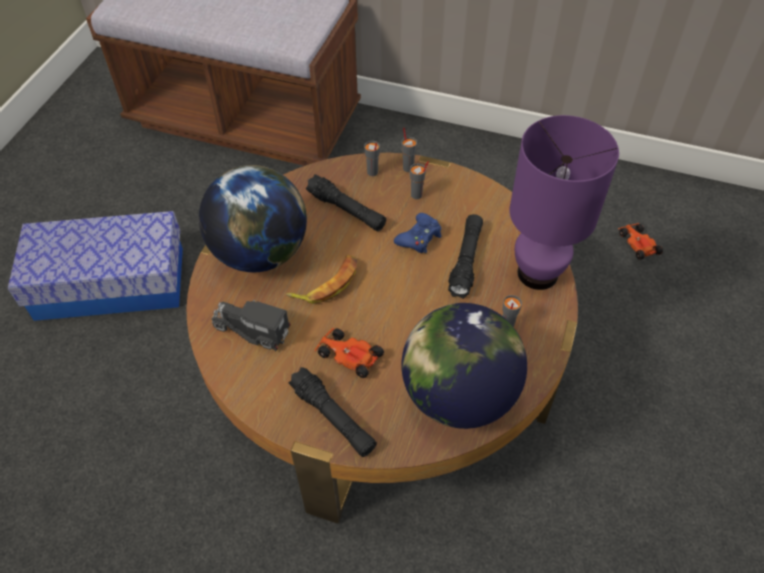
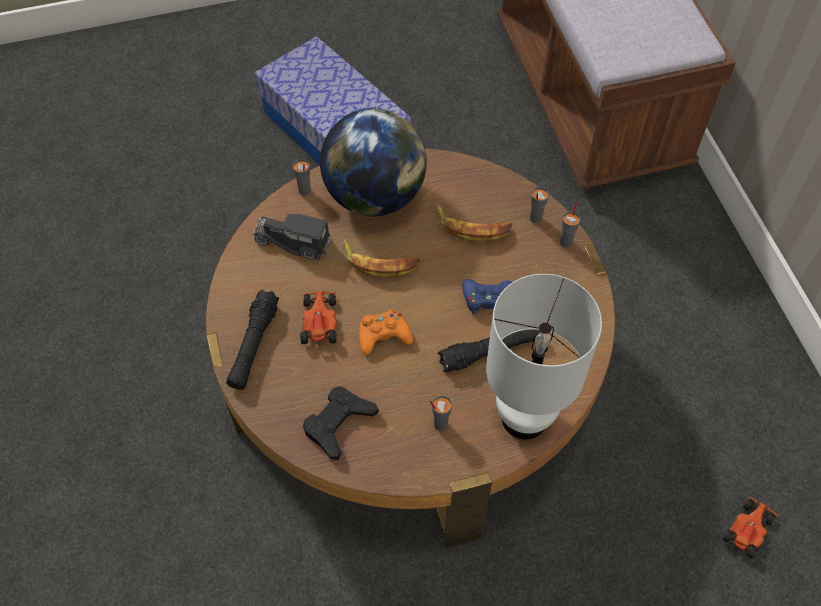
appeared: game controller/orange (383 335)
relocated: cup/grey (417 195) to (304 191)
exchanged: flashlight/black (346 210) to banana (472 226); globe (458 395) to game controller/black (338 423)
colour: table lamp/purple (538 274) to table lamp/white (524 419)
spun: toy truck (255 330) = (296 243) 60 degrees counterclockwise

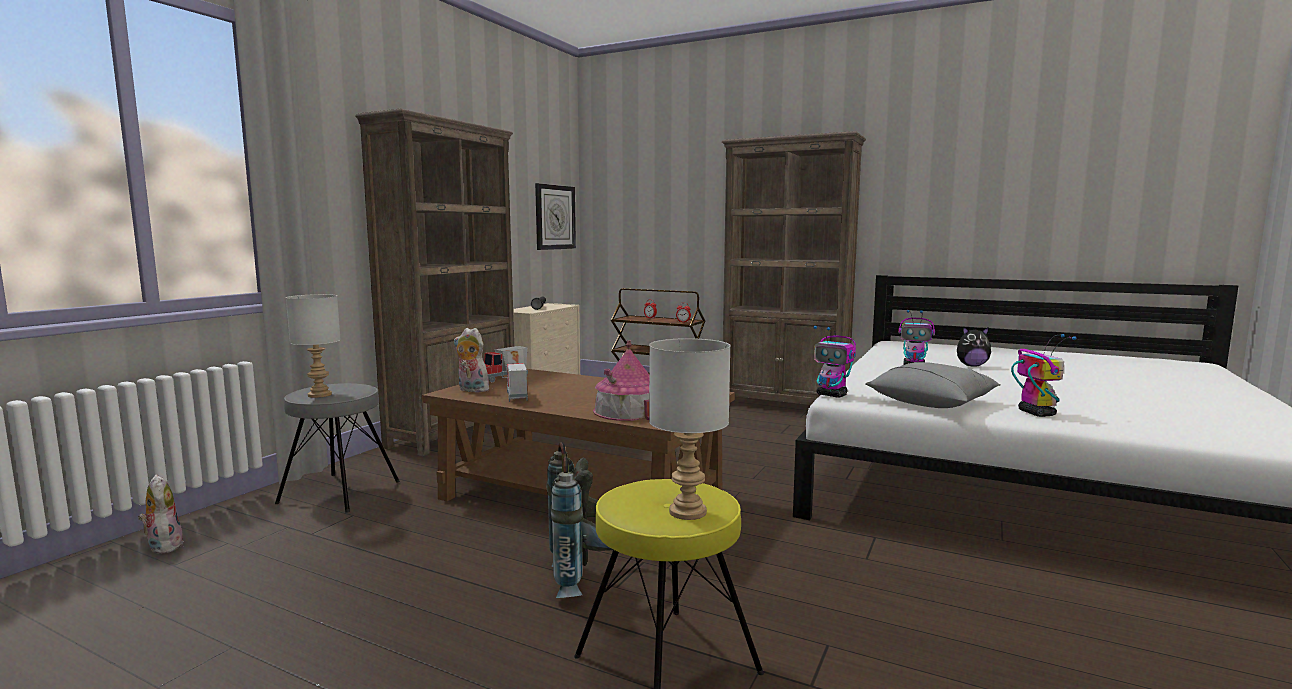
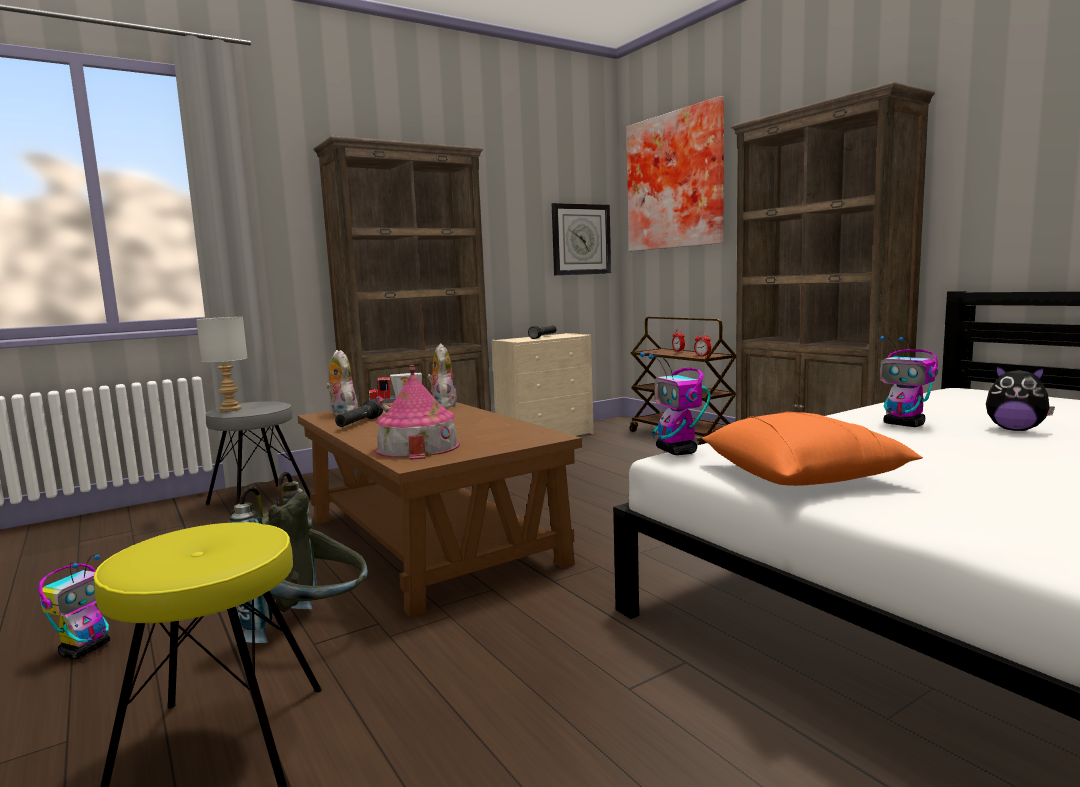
missing: table lamp/grey (687 512)
appeared: picture (677 181)
relocated: plush toy (163 546) to (443 405); toy robot (1036 413) to (86 649)
exchanged: toy truck (515 397) to flashlight/black (359 423)
colour: pillow/grey (932 402) to pillow/orange (803 475)

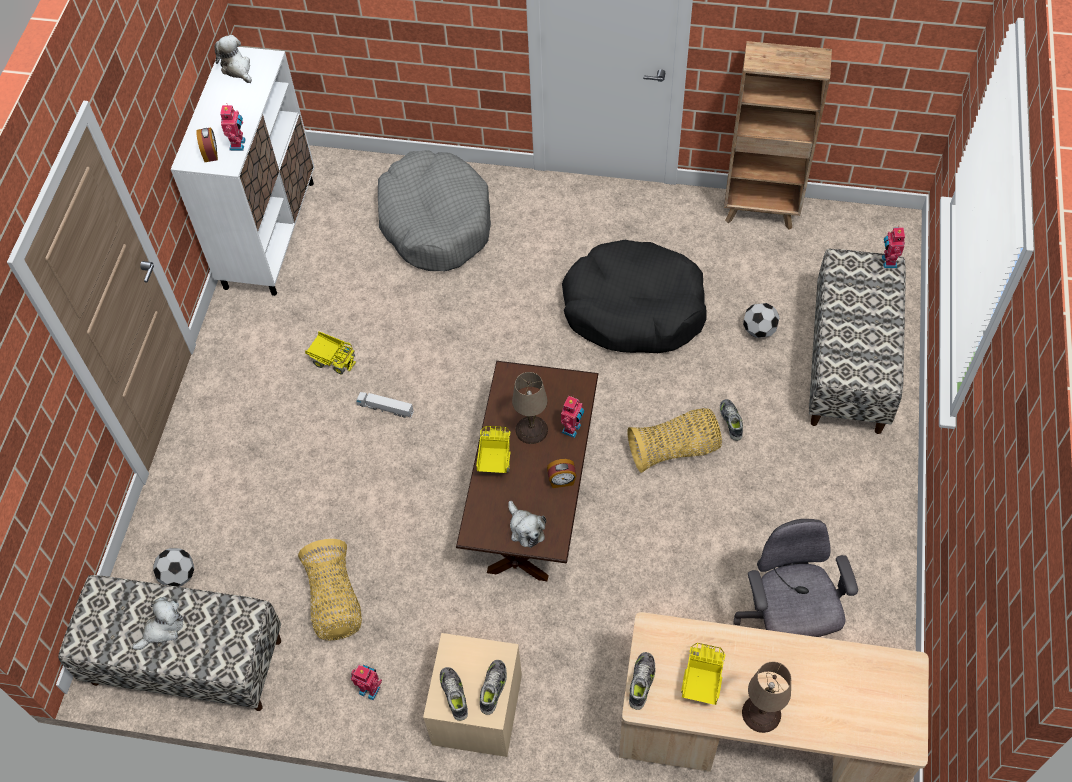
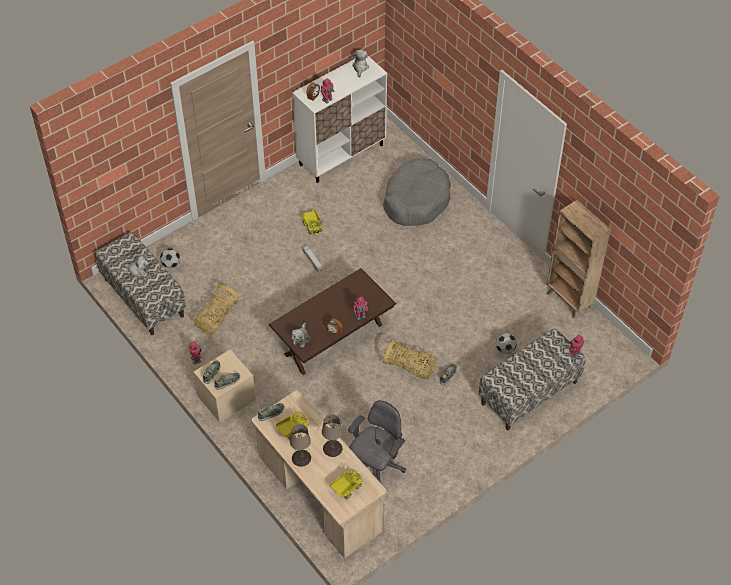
missing: dog bed/black (634 309)
relocated: toy truck (494 459) to (346 488); table lamp/beige (532 429) to (333 448)

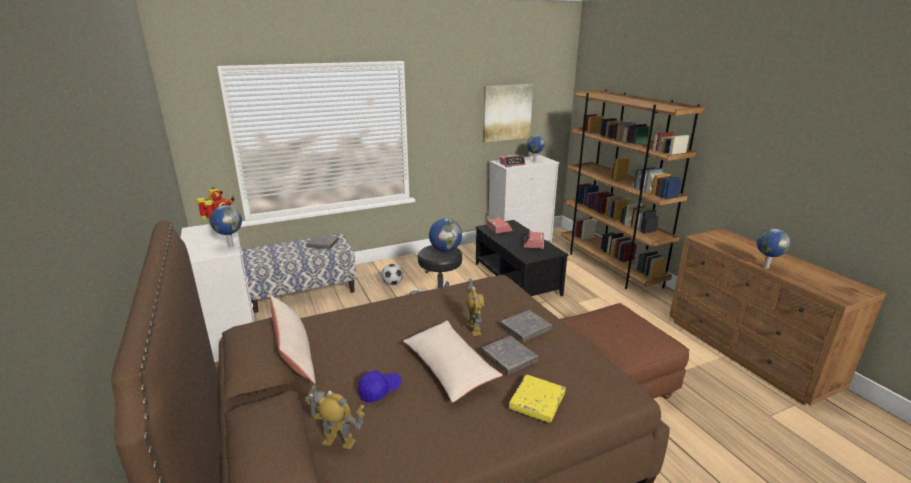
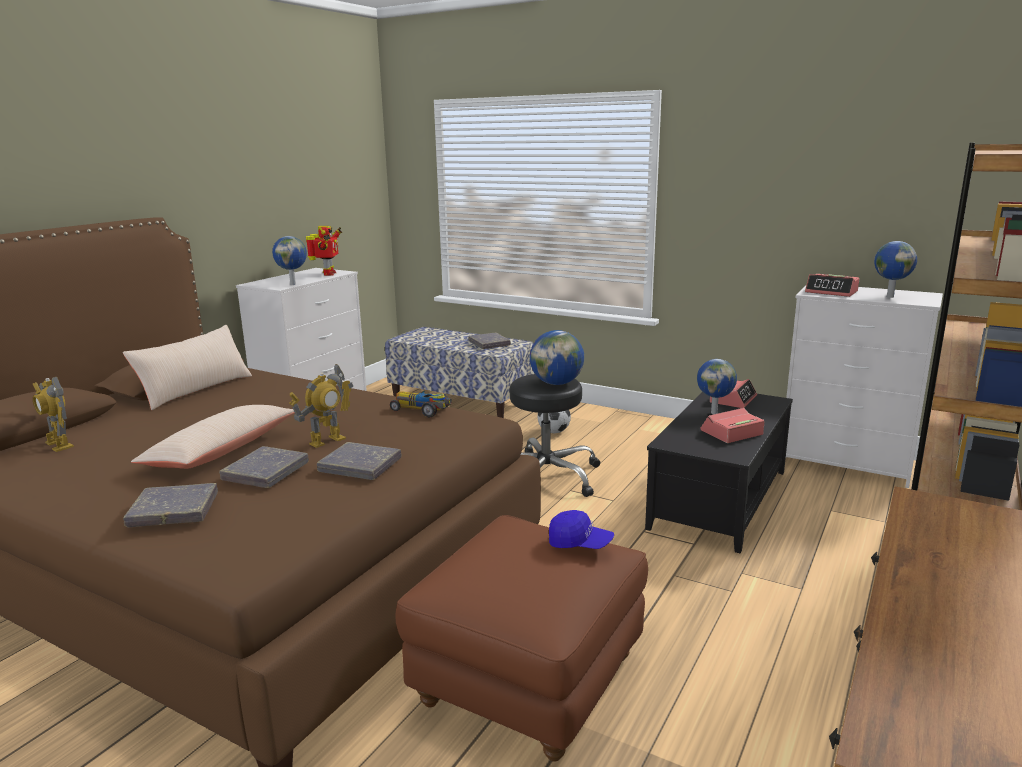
missing: picture (507 112)
appeared: toy car (422 410)
relocated: cap/blue (379 390) to (580 543); globe (765 267) to (714 413)
colour: book/yellow (537 401) to book/grey (174 510)
spun: toy robot (339 442) = (59 445) 150 degrees clockwise

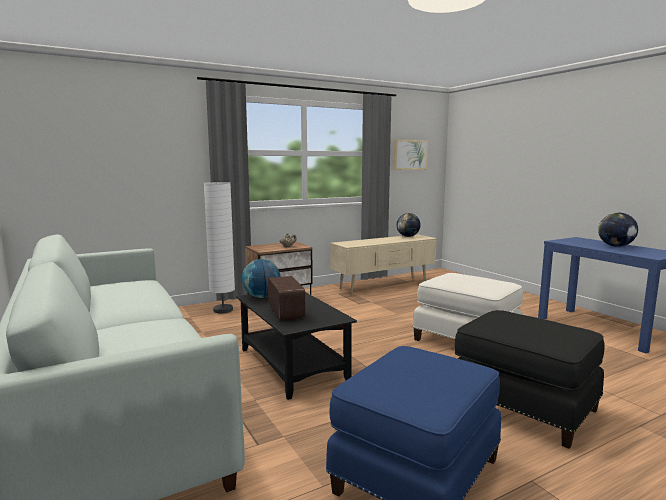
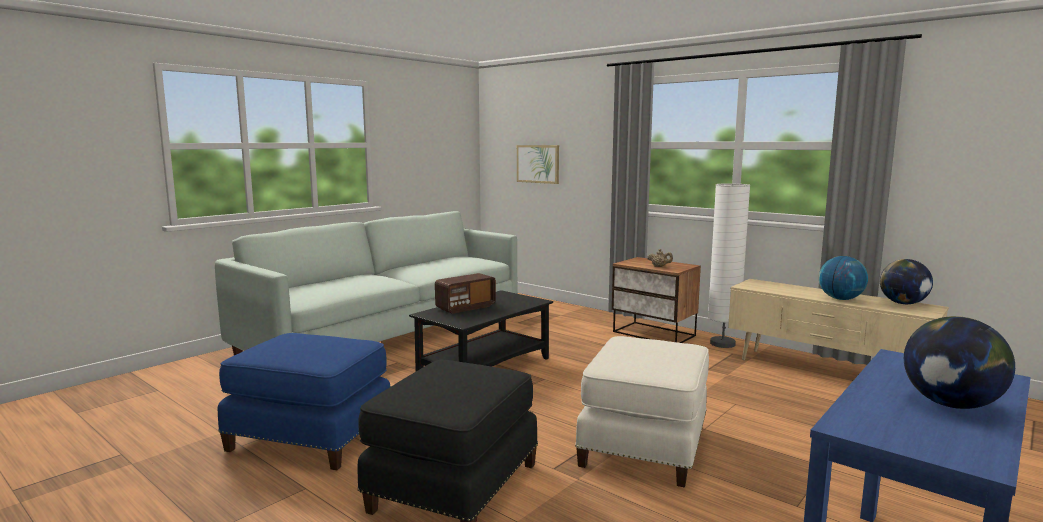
relocated: floor lamp/white (223 310) to (722 344); globe (262 296) to (840 299); picture (410 155) to (538 164)

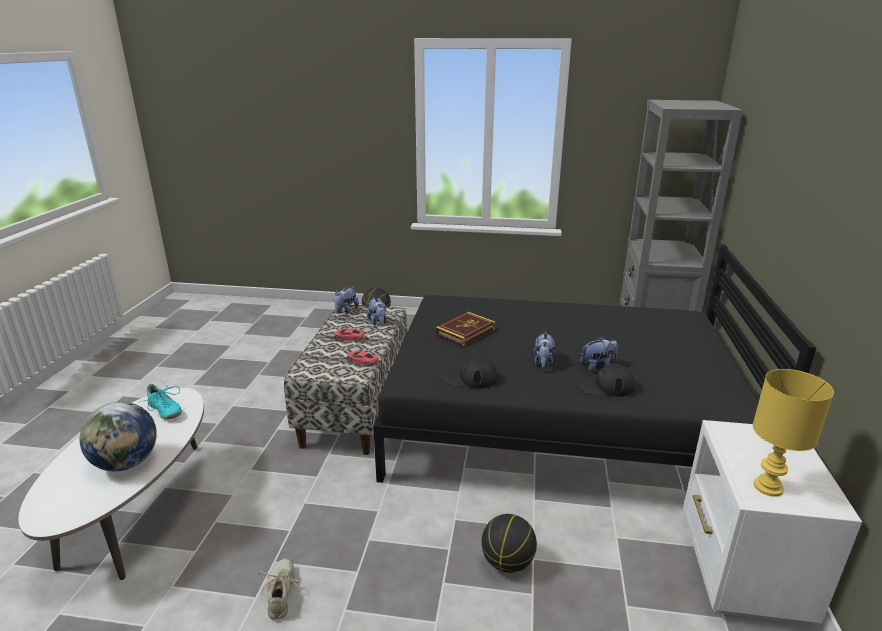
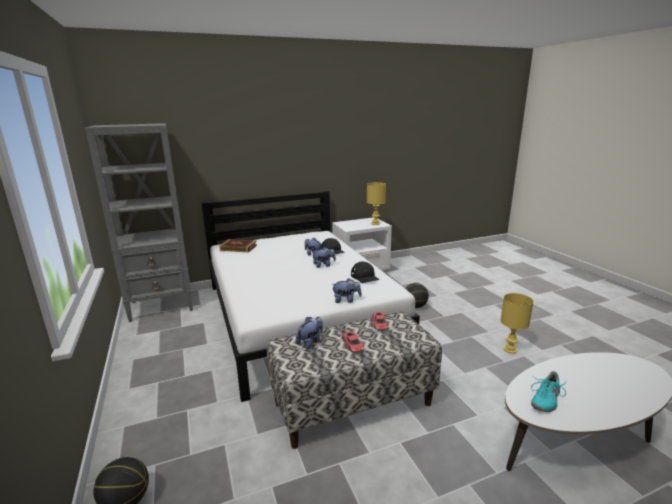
missing: globe (127 463)
relocated: plush toy (346 311) to (346 300); book (465 332) to (238 248)
exchanged: shoe/beige (281 593) to table lamp/yellow (511 350)
colour: bed/black (558 423) to bed/white (298 316)
spun: shoe/turquoise (164 410) = (545 399) 150 degrees counterclockwise

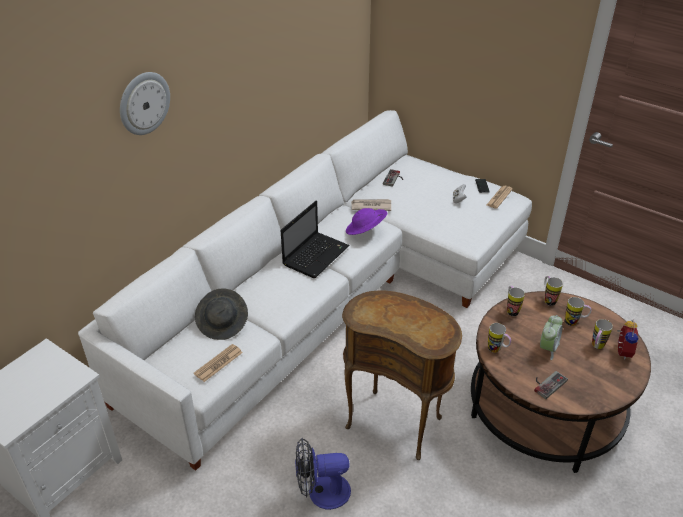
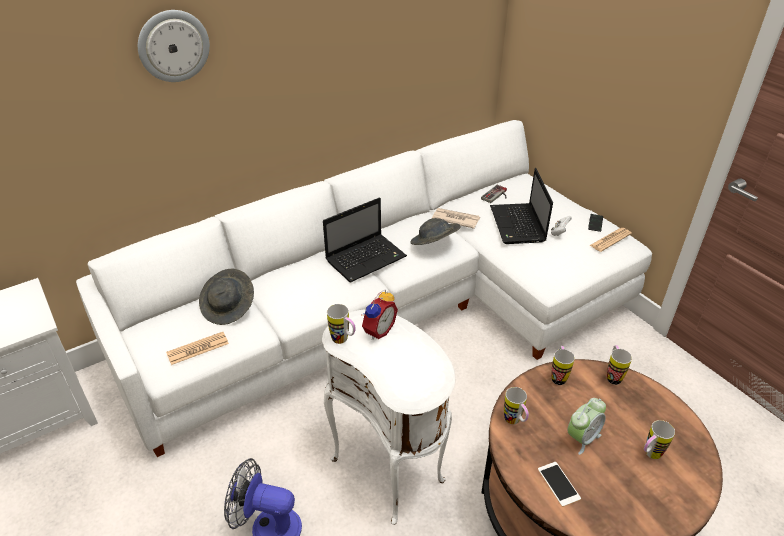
appeared: laptop (518 225)
relocated: mug (574 323) to (343 340); alarm clock (621 351) to (377 330)
exchanged: game controller (547 383) to phone (558 484)
colour: side table/brown (396 421) to side table/white (391 469); hat/purple (365 231) to hat/grey (434 244)

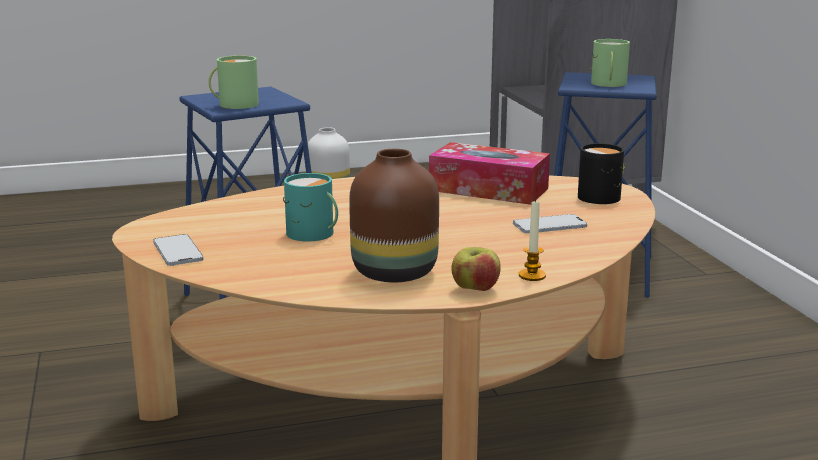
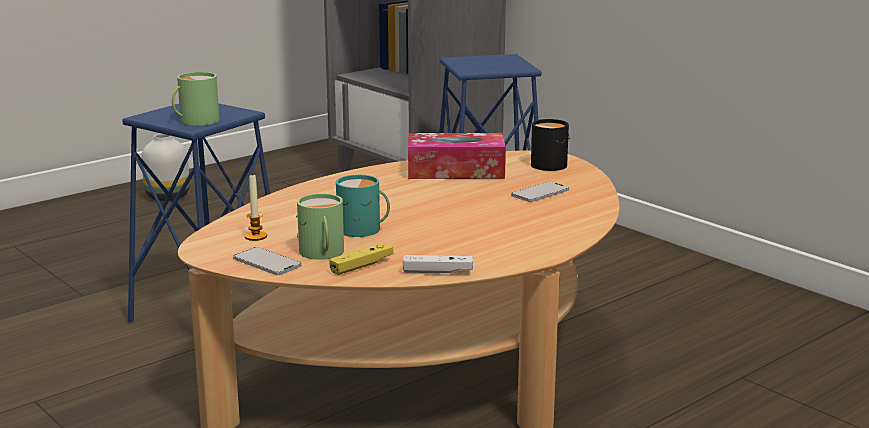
missing: vase/brown (393 272); apple (476 290)
appeared: game controller/yellow (361 266); game controller/white (438 272)
relocated: candle (532 275) to (255 236); mug/green (608 84) to (321 253)

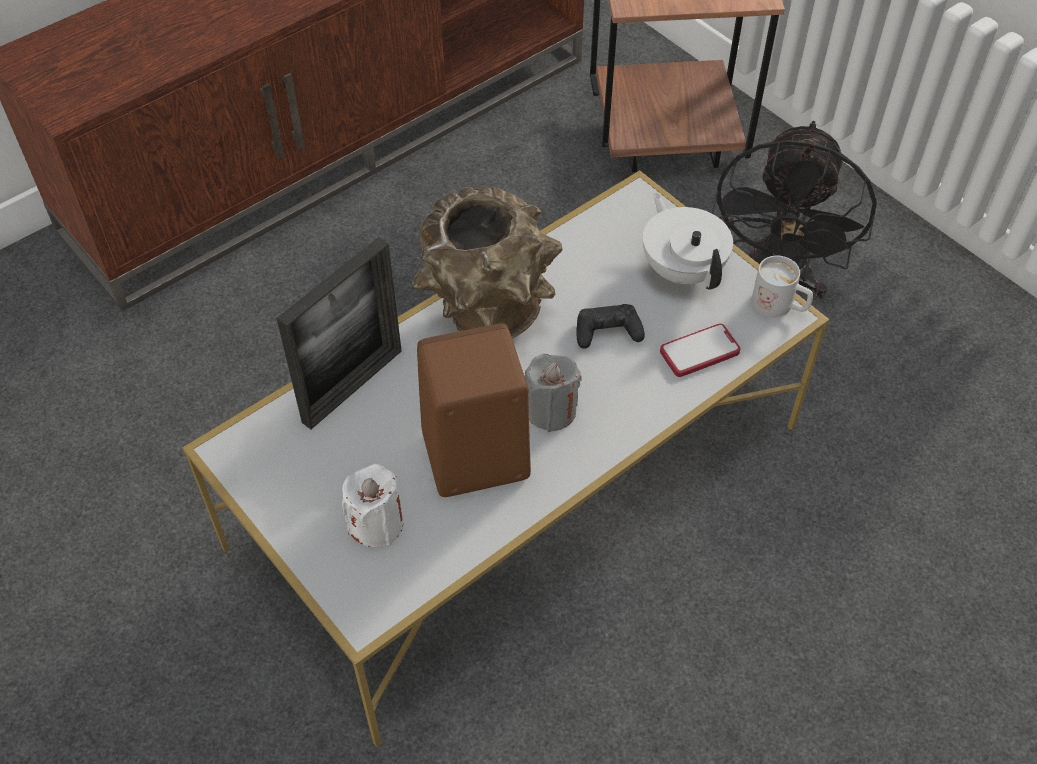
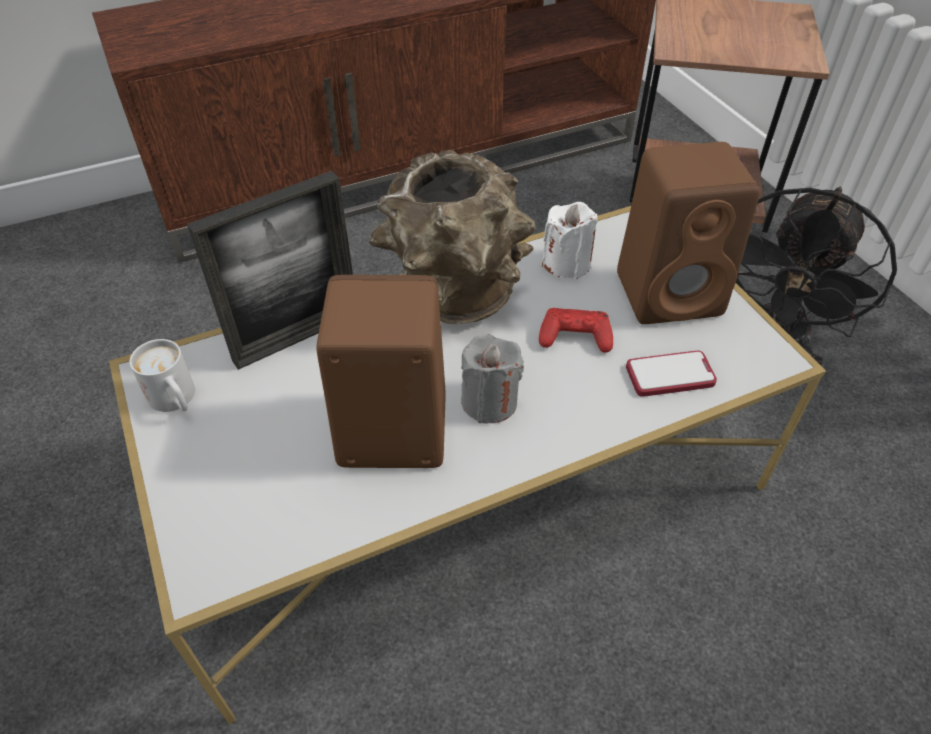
relocated: candle/white (376 523) to (566 263); mug/white (780 306) to (176 401)
exchanged: teapot/white (682 269) to speaker/brown (671 293)
colour: game controller/black (607 331) to game controller/red (575 336)

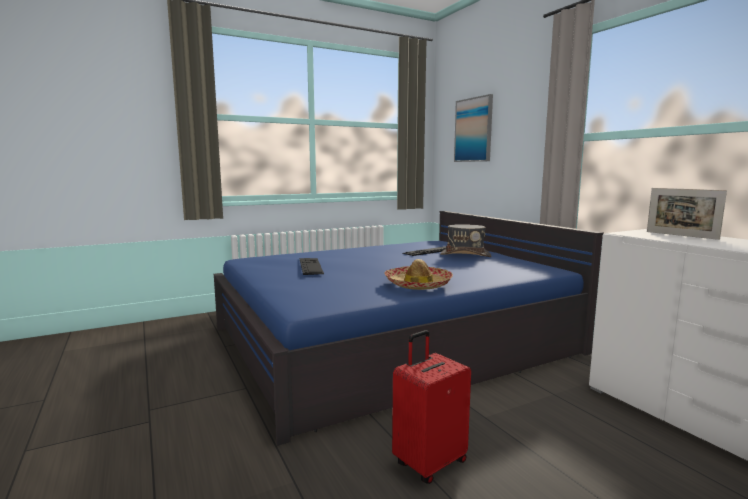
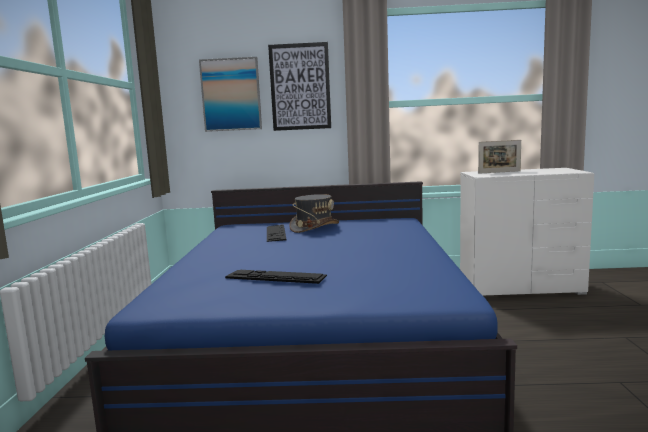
missing: hat (417 285); suitcase/red (429 462)
appeared: picture (300 87)

